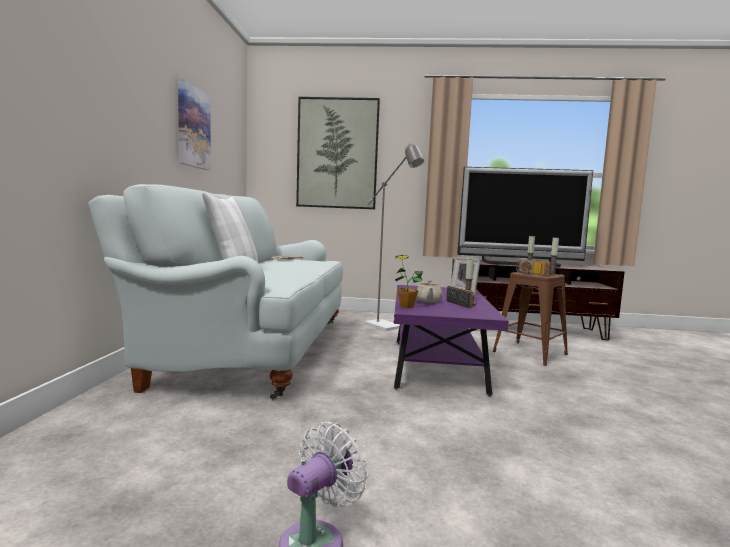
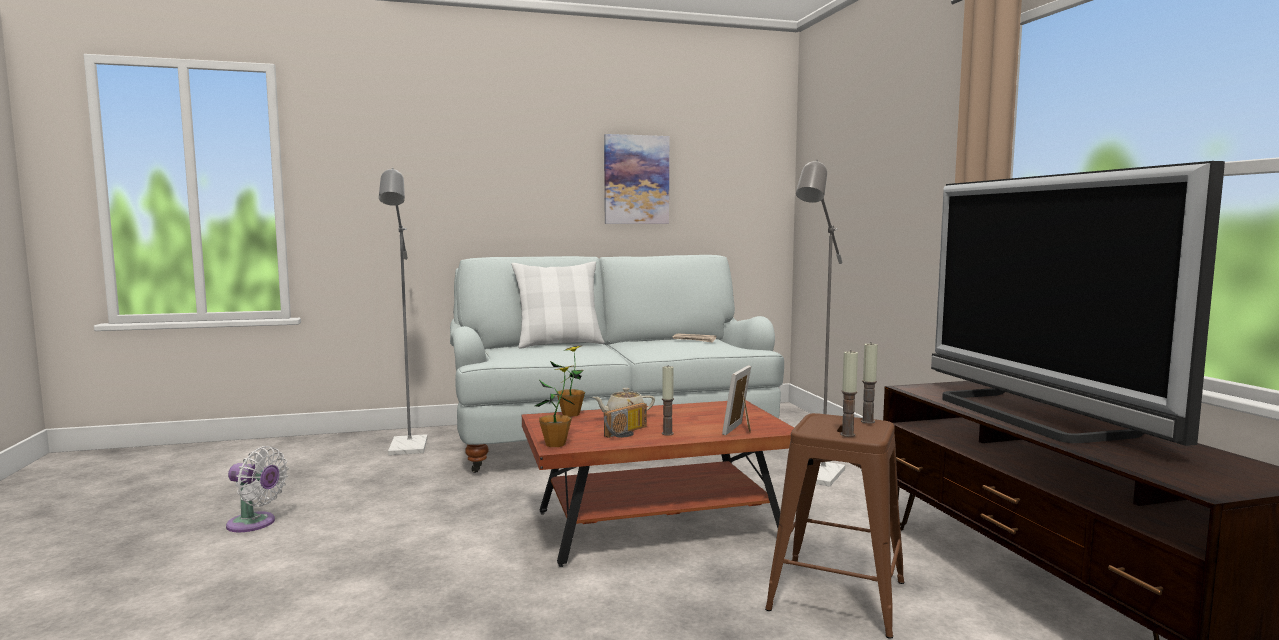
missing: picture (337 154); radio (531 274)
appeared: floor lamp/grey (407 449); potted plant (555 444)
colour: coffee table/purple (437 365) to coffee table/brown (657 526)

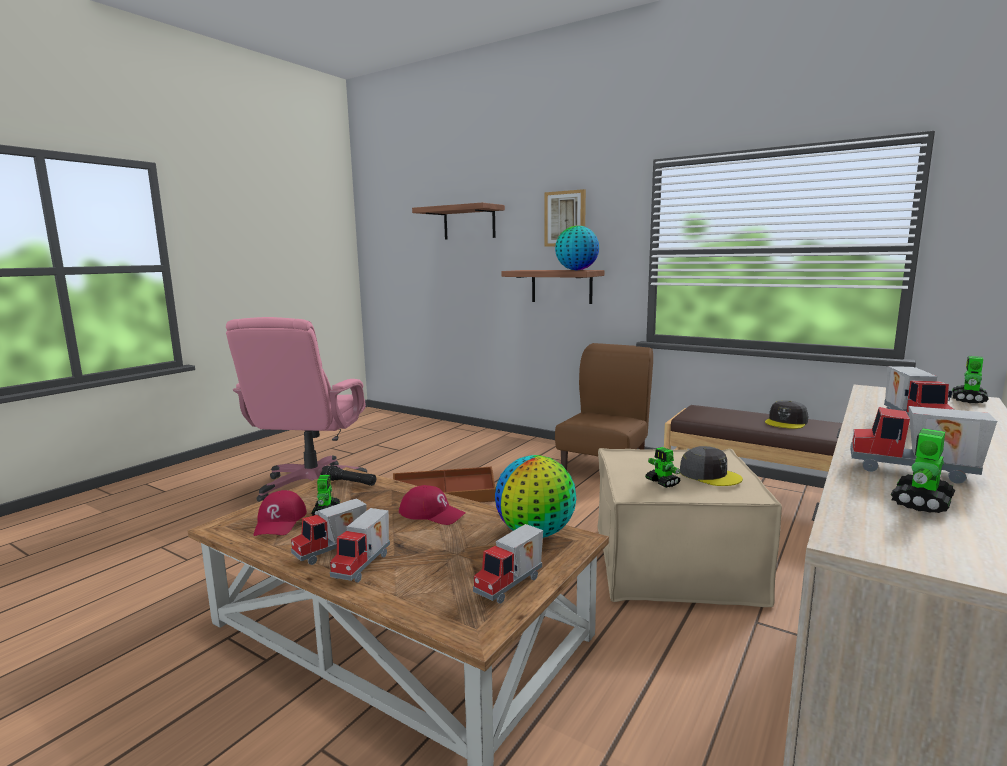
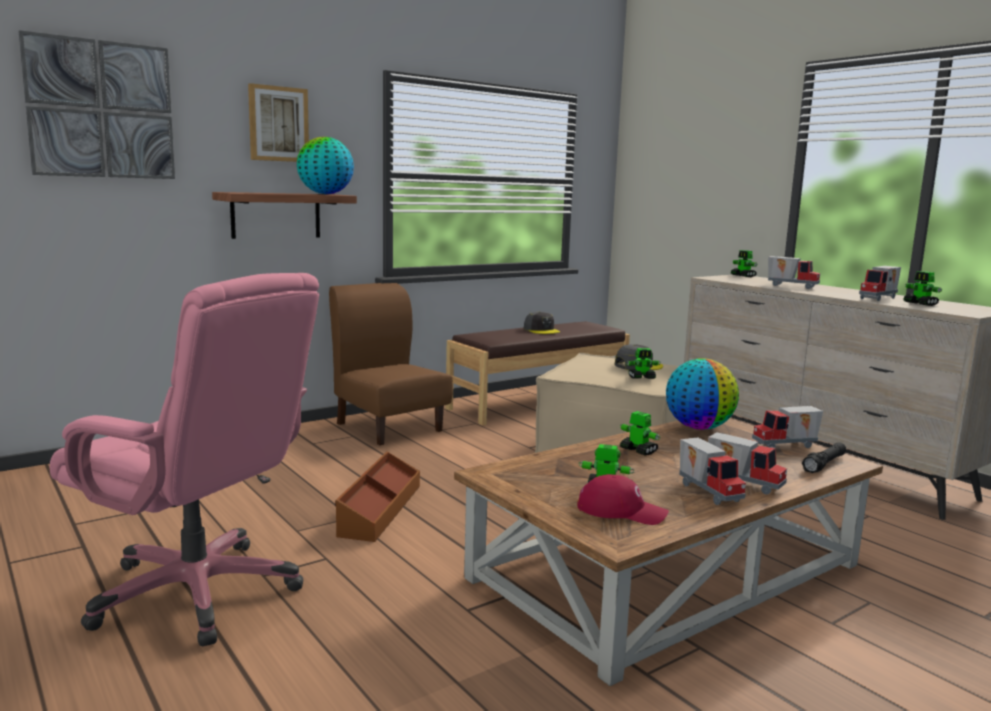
relocated: flashlight/black (349 482) to (824 464)
exchanged: cap/red (432 513) to toy robot (638 450); shelf (469 223) to picture (101 110)
spun: toy truck (511 586) = (786 446) 105 degrees clockwise

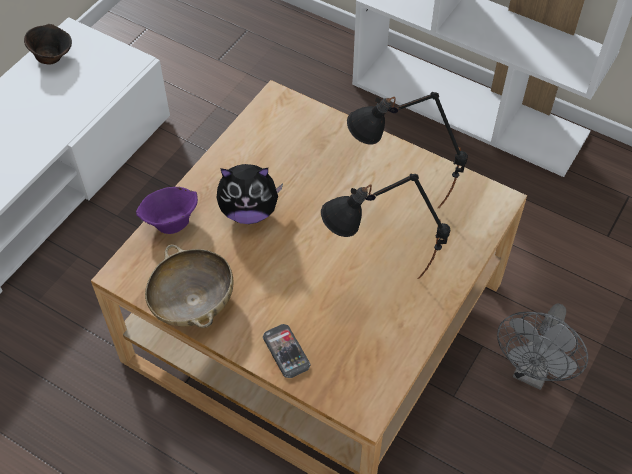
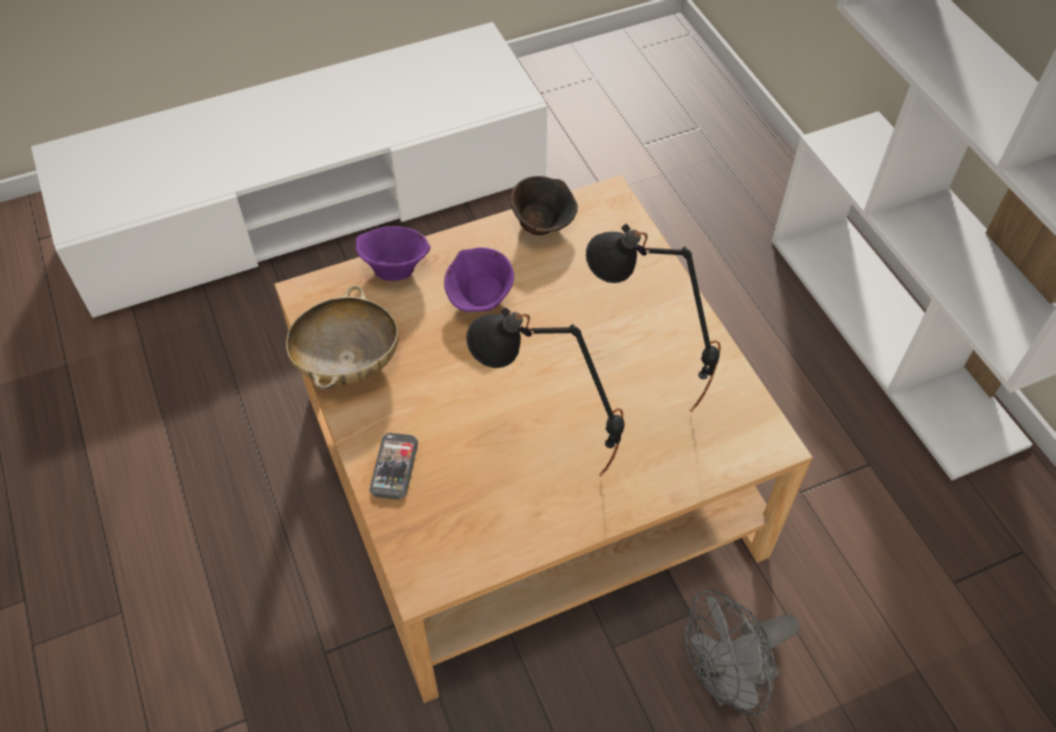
relocated: bowl/brown (52 57) to (542 224)
exchanged: plush toy (249 211) to bowl/purple (481 300)

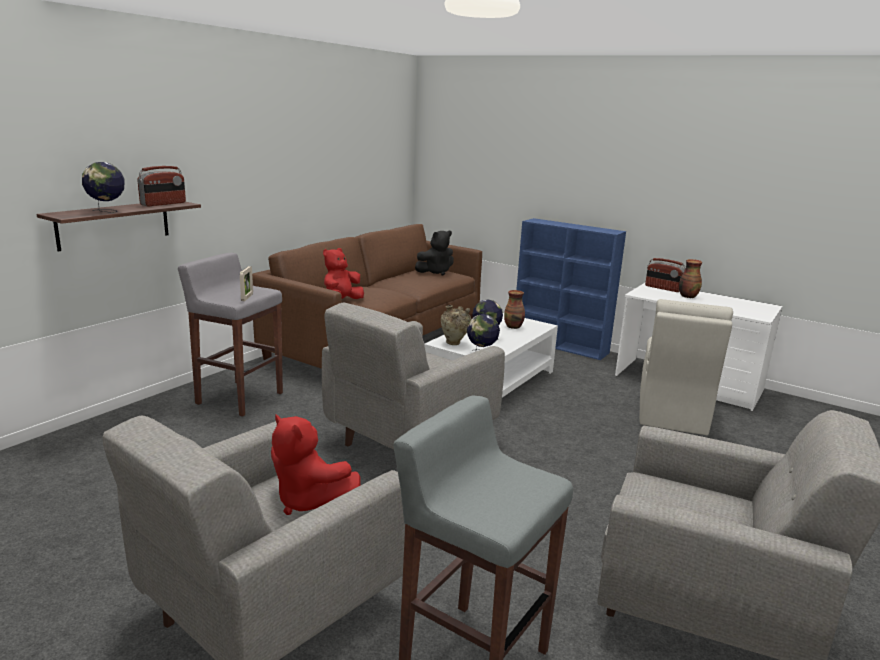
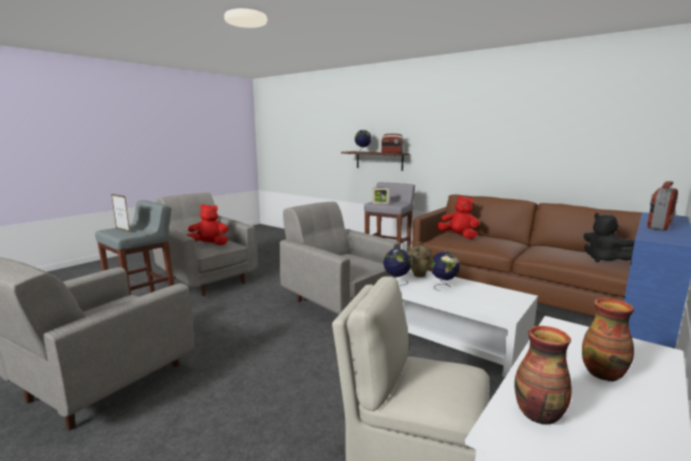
appeared: picture frame (123 230)
relocated: vase (513 326) to (539 415); radio (663 288) to (658 225)
spun: plush toy/red (308 501) = (209 244) 45 degrees clockwise

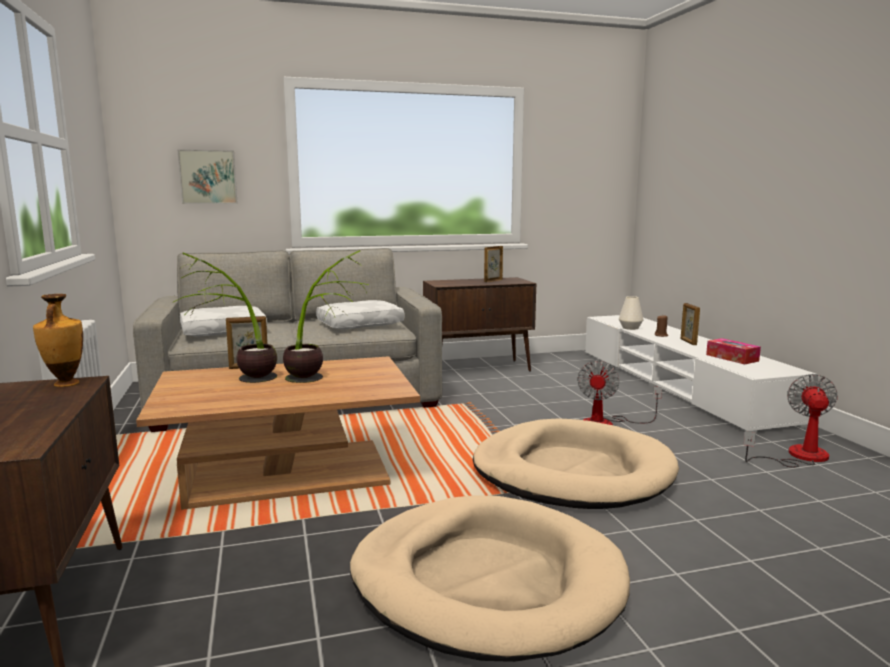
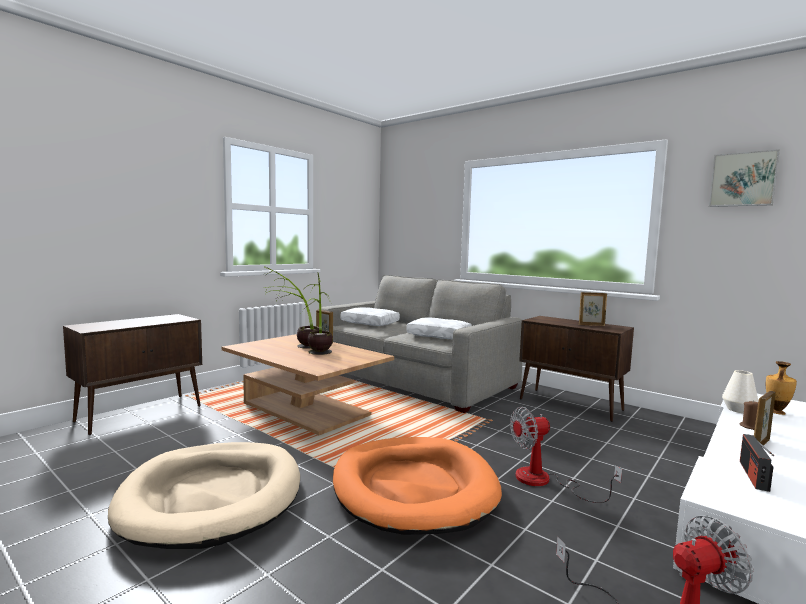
relocated: vase (65 384) to (776 412); picture (208 177) to (743 179)
exchanged: tissue box (732 358) to radio (753 475)
colour: dog bed/beige (572 472) to dog bed/orange (413 488)

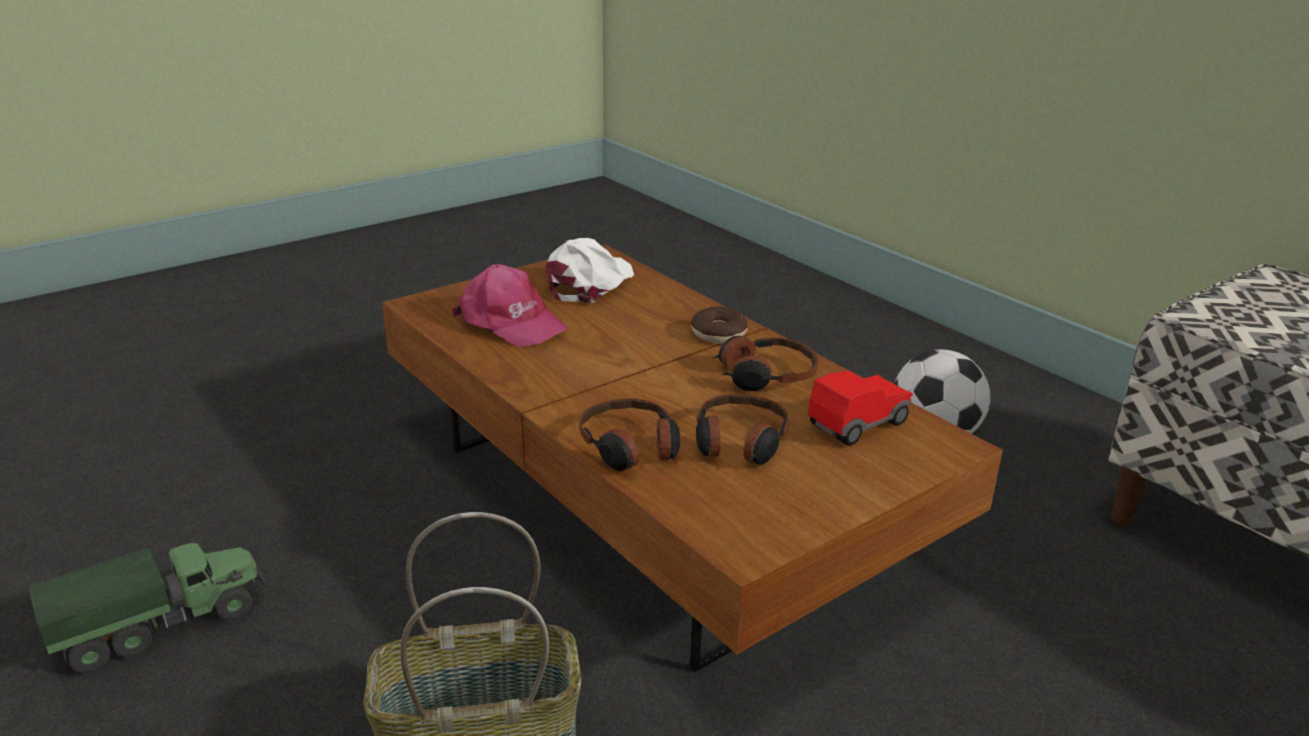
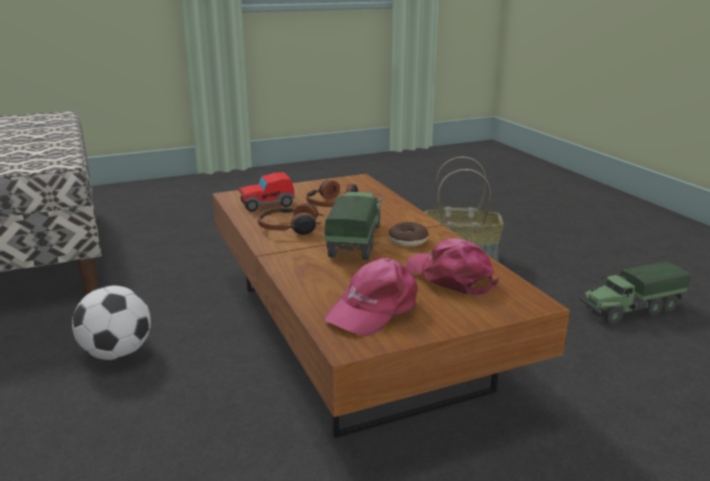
missing: headphones (631 448)
appeared: toy truck (355 240)
relocated: donut (718 334) to (408 241)
colour: cap/white (589 283) to cap/pink (374 309)

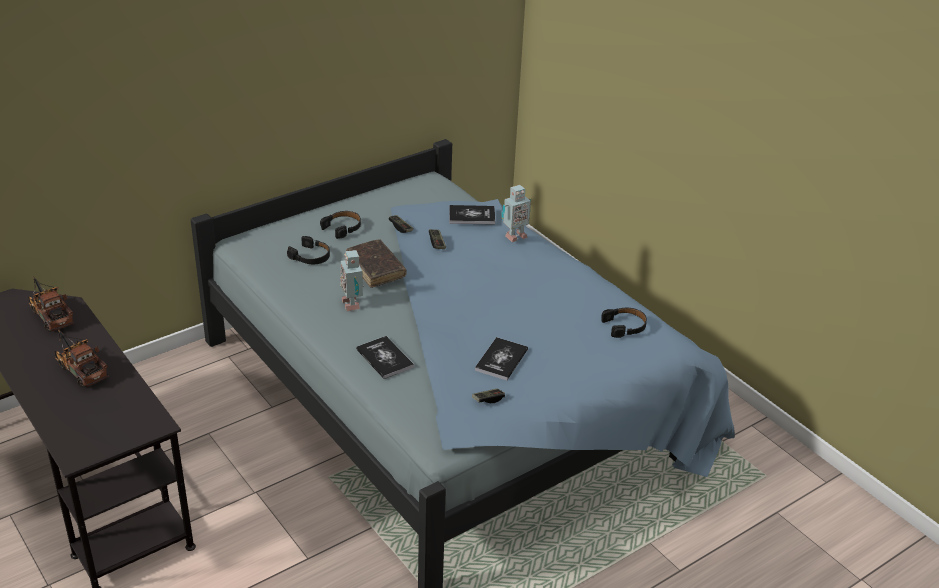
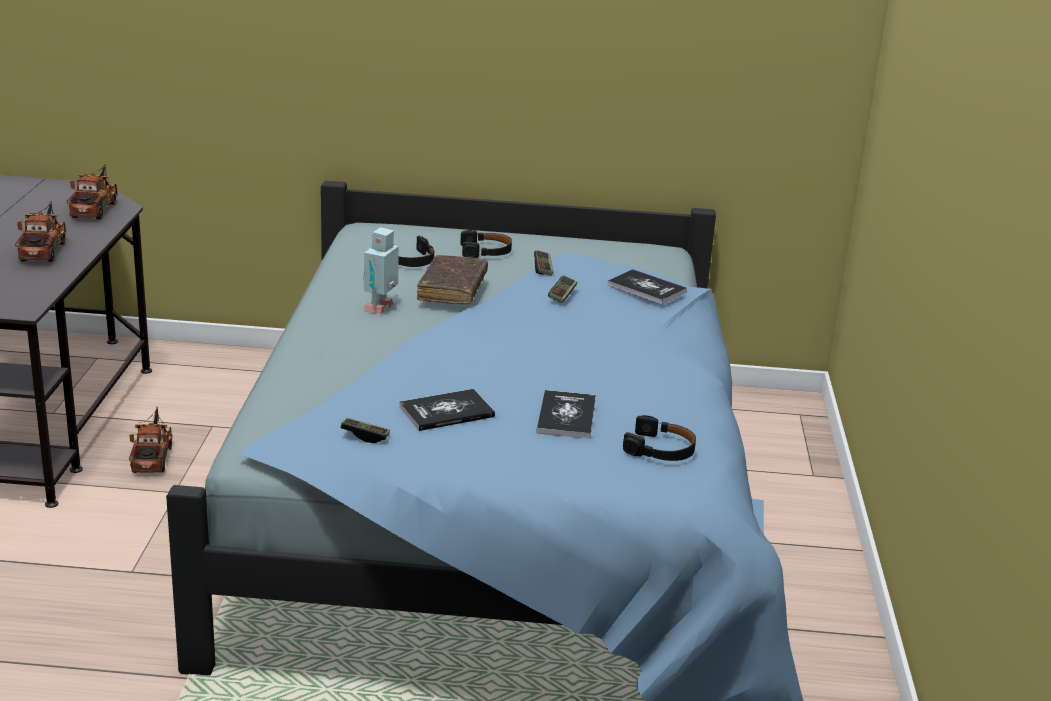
missing: toy robot (514 236)
appeared: toy truck (153 456)
relocated: book (384 358) to (566 416)

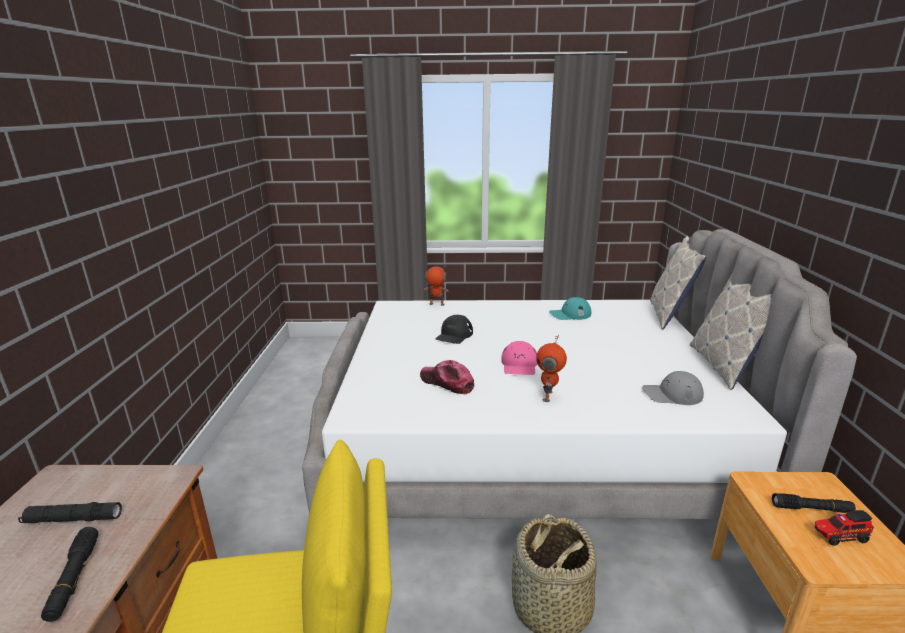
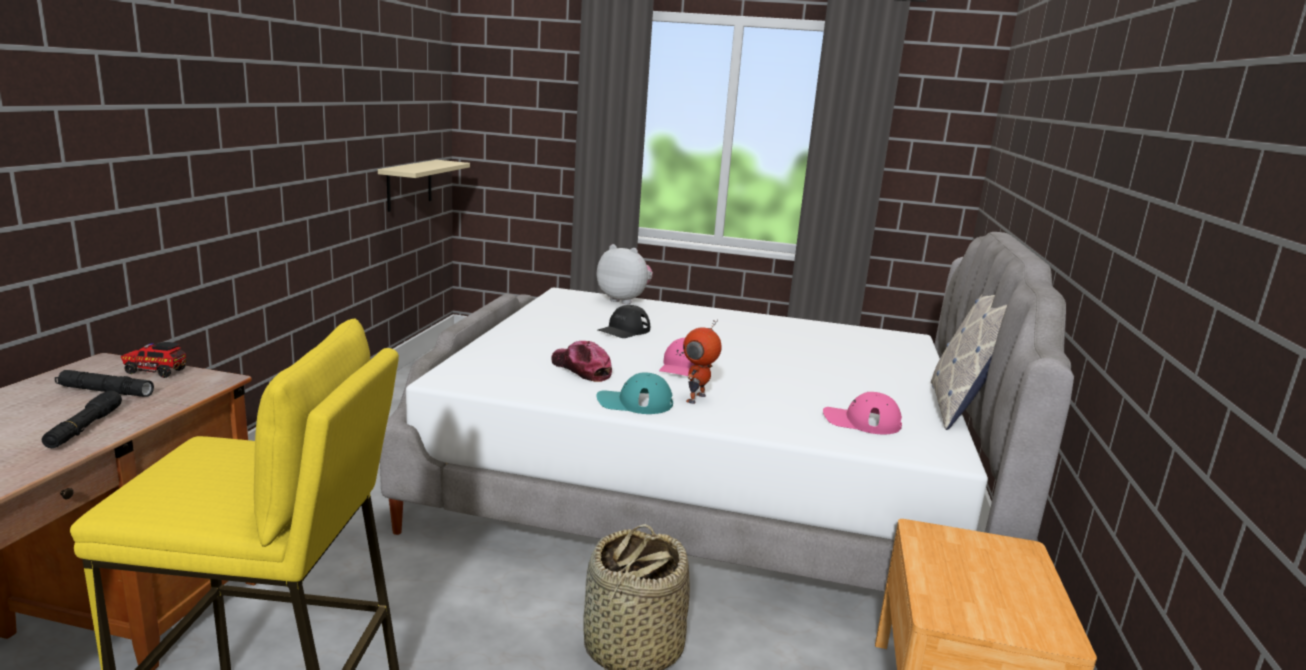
missing: pillow (669 315); flashlight/black (811 509)
appeared: shelf/beige (409 185)
relocated: cap/turquoise (570 314) to (634 402); toy truck (839 536) to (154 371)
exchanged: toy robot (436 304) to plush toy (624 300)
colour: cap/grey (672 394) to cap/pink (861 421)

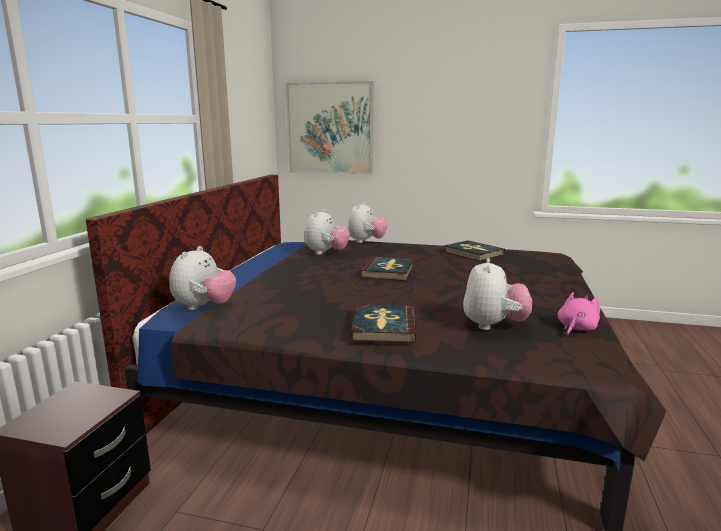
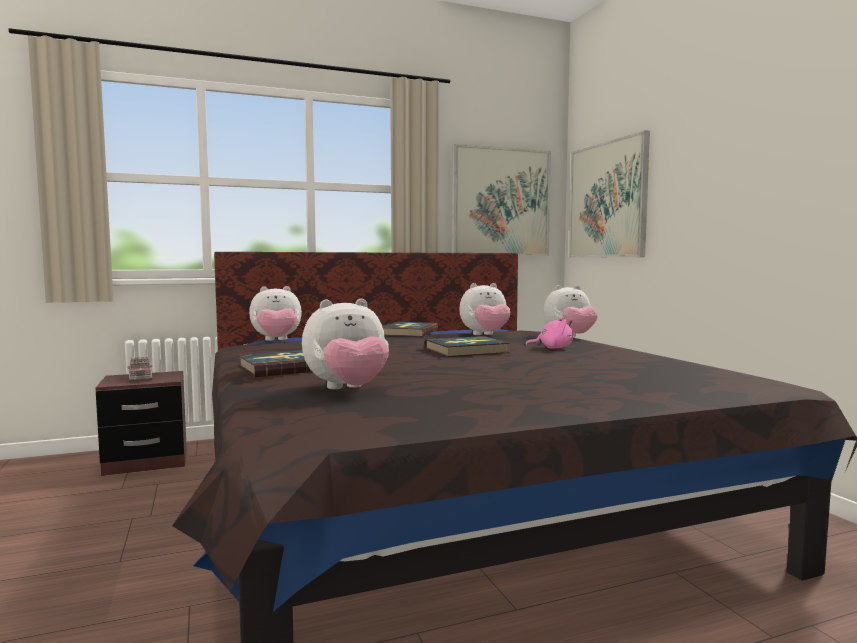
appeared: toy truck (140 378); picture (501 202)
relocated: book (473 253) to (408 333); plush toy/pink (576 328) to (553 348)

